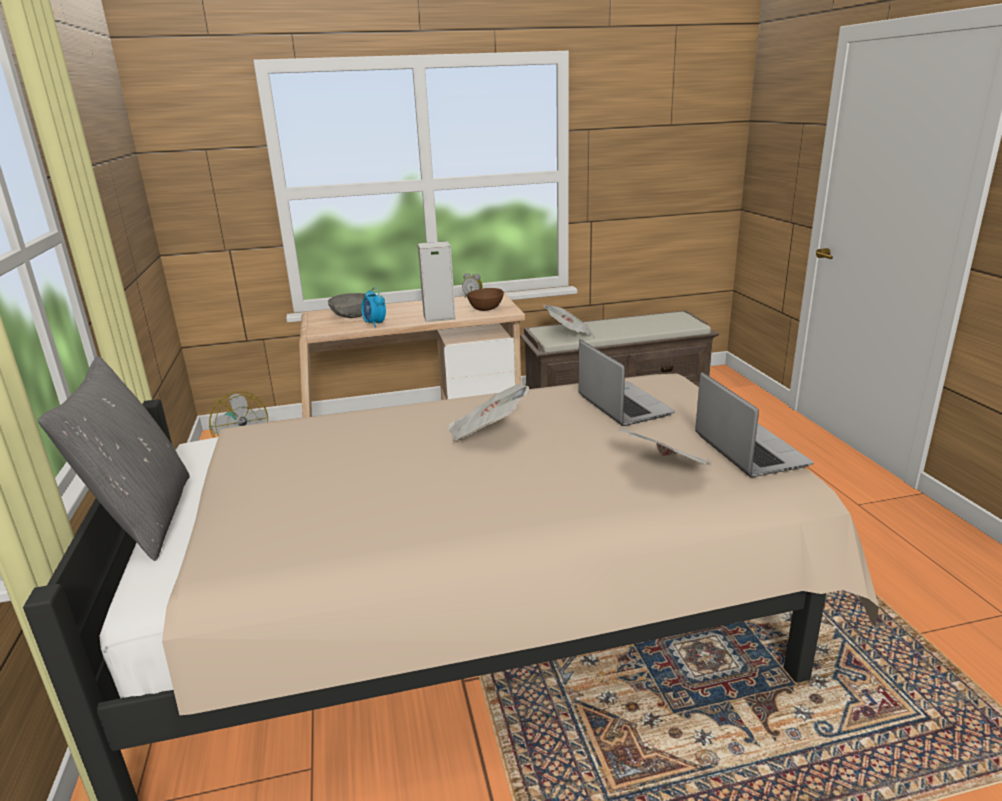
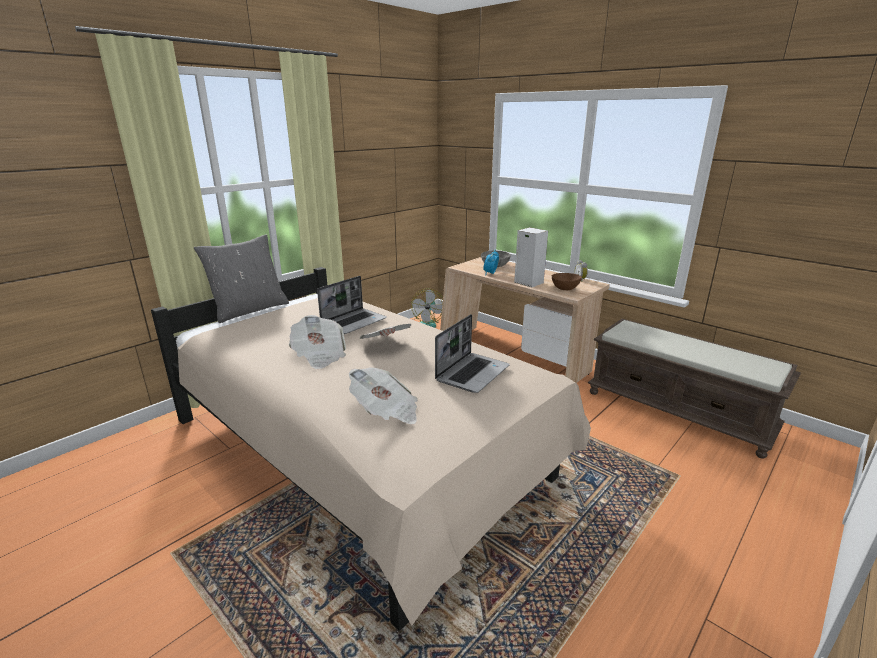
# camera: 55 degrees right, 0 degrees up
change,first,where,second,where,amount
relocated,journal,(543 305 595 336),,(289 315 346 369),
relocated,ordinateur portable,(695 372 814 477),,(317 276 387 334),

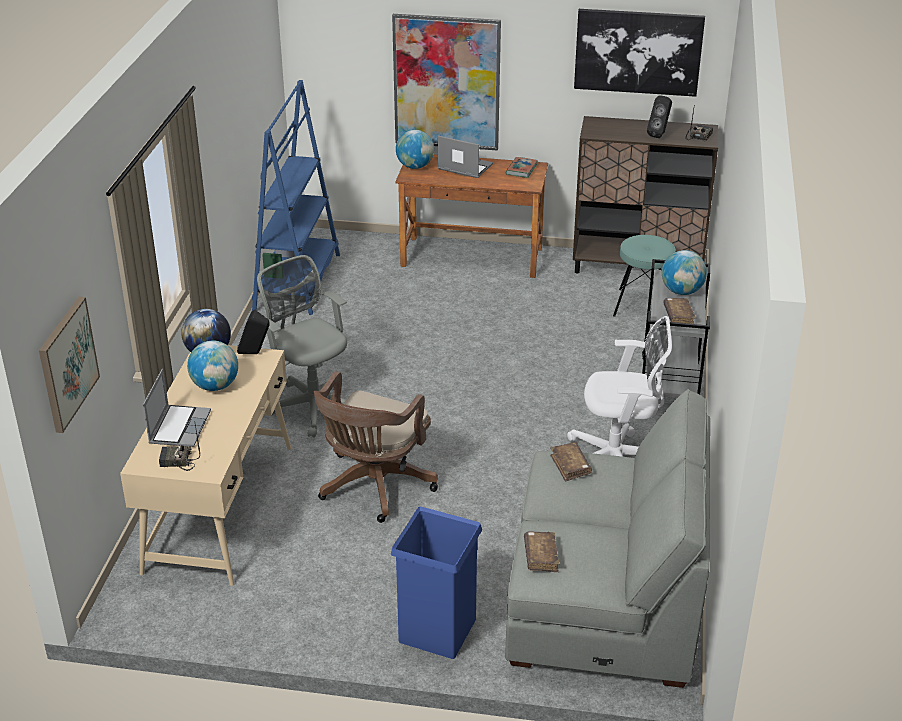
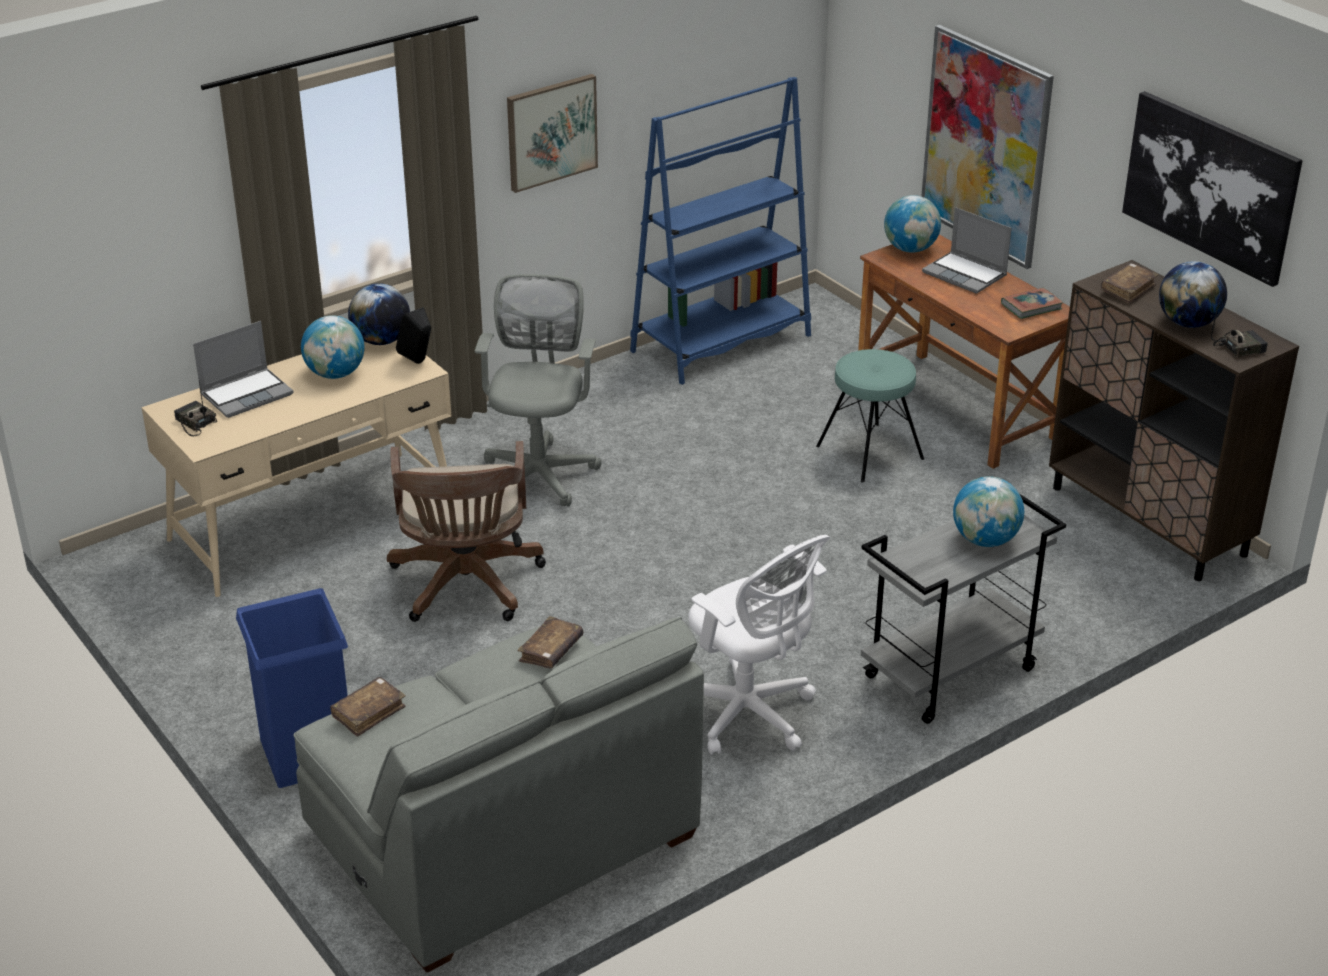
# camera: 45 degrees right, 0 degrees up
change,first,where,second,where,amount
relocated,tableau,(39 297 100 433),,(507 74 598 193),
spun,chaise de bureau/marron,(314 371 438 523),,(387 441 546 622),75 degrees counterclockwise
spun,ordinateur portable,(438 136 493 178),,(922 207 1012 294),150 degrees clockwise
relocated,tabouret/turquoise,(613 235 676 317),,(816 349 924 482),
exchanged,enceinte/noir,(647 95 672 138),globe,(1159 261 1227 328),
relocated,livre/marron,(663 298 696 324),,(1101 263 1158 304),

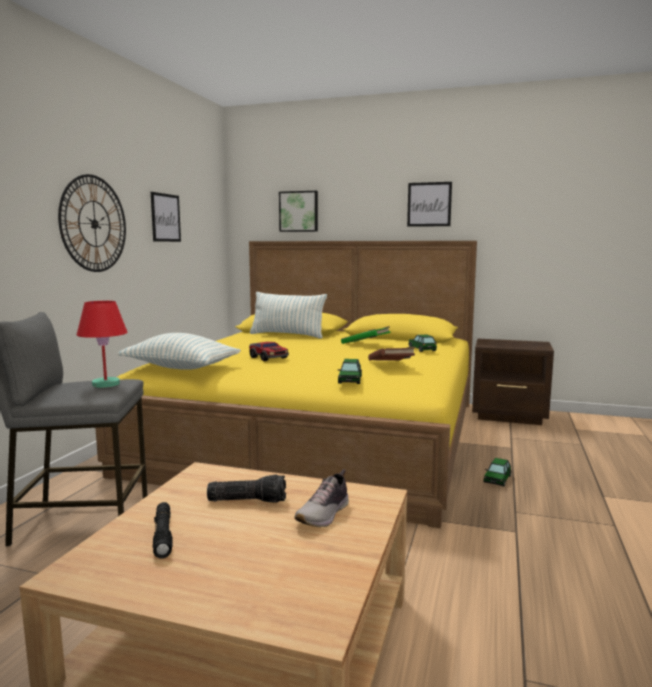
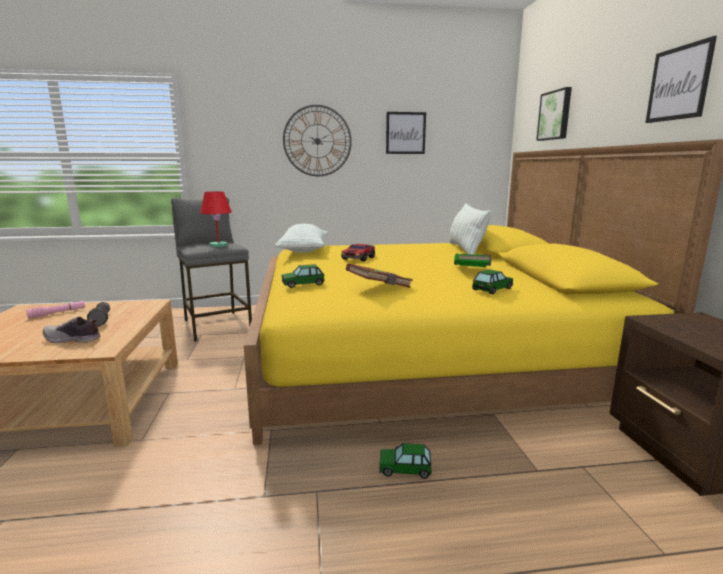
# camera: 65 degrees right, 5 degrees up
change,first,where,second,where,amount
colour,lampe de poche/noir,(153 502 173 559),lampe de poche/rose,(26 301 85 318),

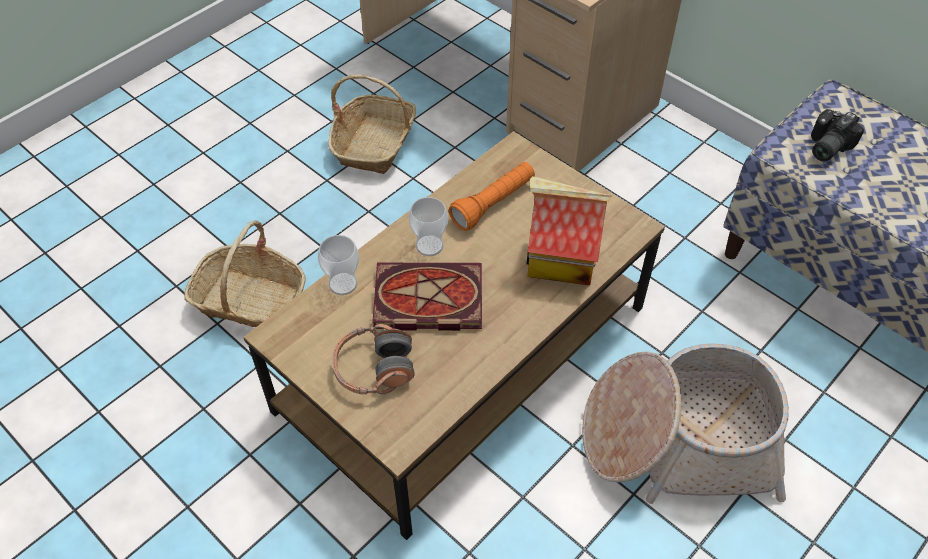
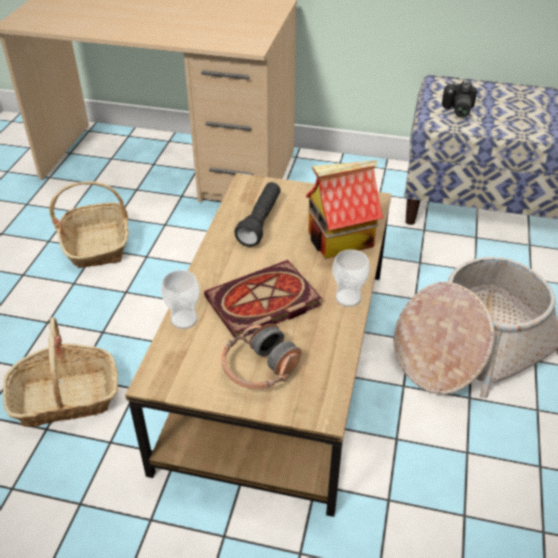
# camera: 30 degrees left, 10 degrees down
change,first,where,second,where,amount
relocated,tasse,(409 197 448 256),,(333 249 370 307),
colour,lampe de poche/orange,(449 162 535 231),lampe de poche/noir,(234 182 281 247),

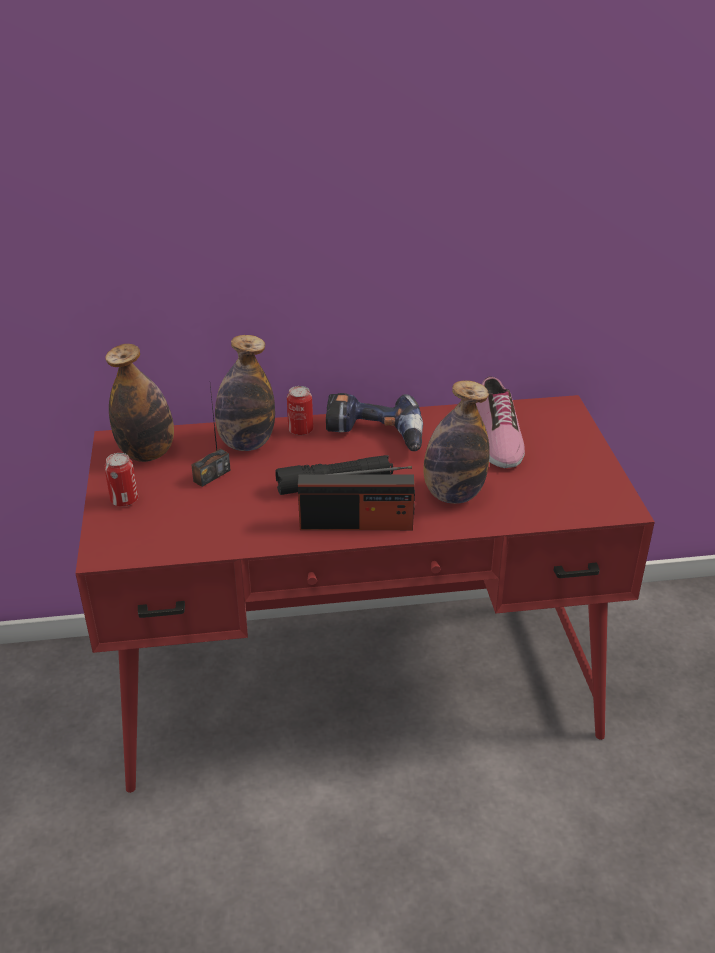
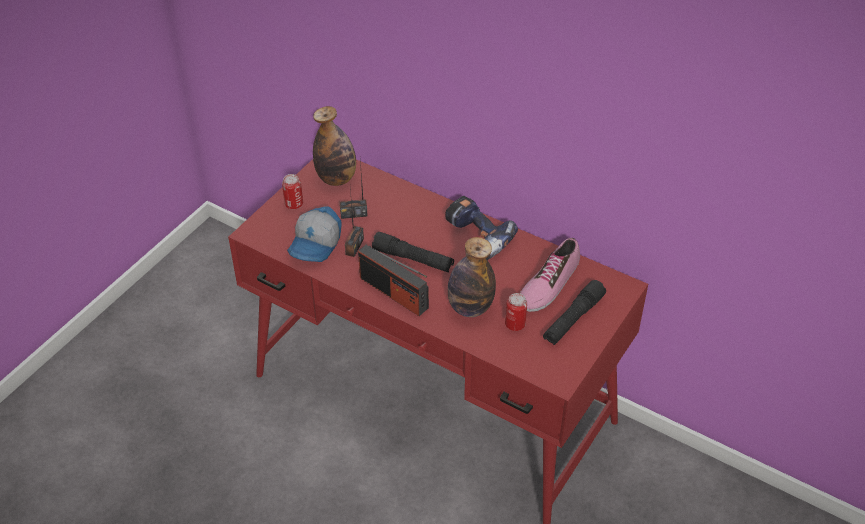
# camera: 40 degrees right, 10 degrees up
change,first,where,second,where,amount
missing,bouteille,(215 335 275 451),,,
relocated,boîte métallique,(287 386 313 436),,(505 293 527 331),
appeared,,,casquette,(287 206 342 262),
appeared,,,radio,(345 188 364 257),
appeared,,,lampe de poche/noir,(543 280 606 345),

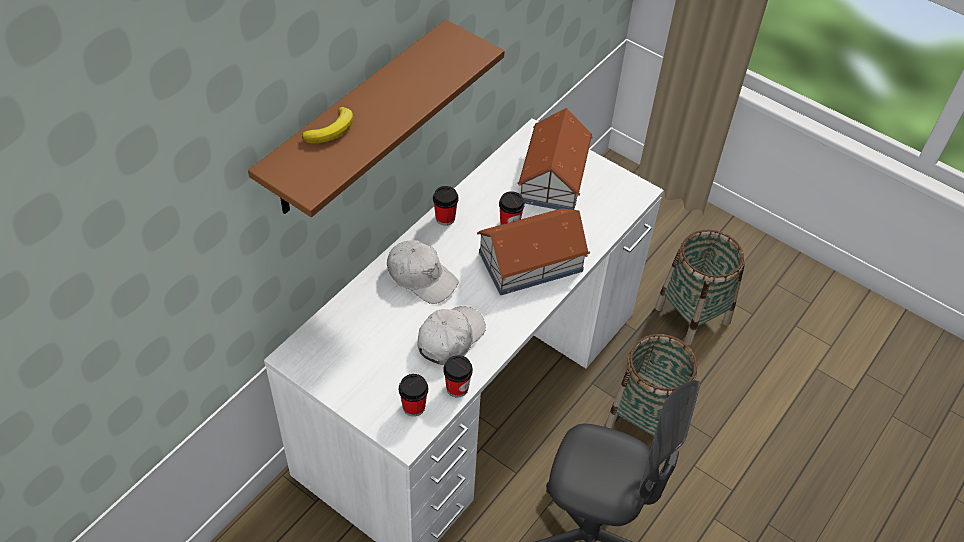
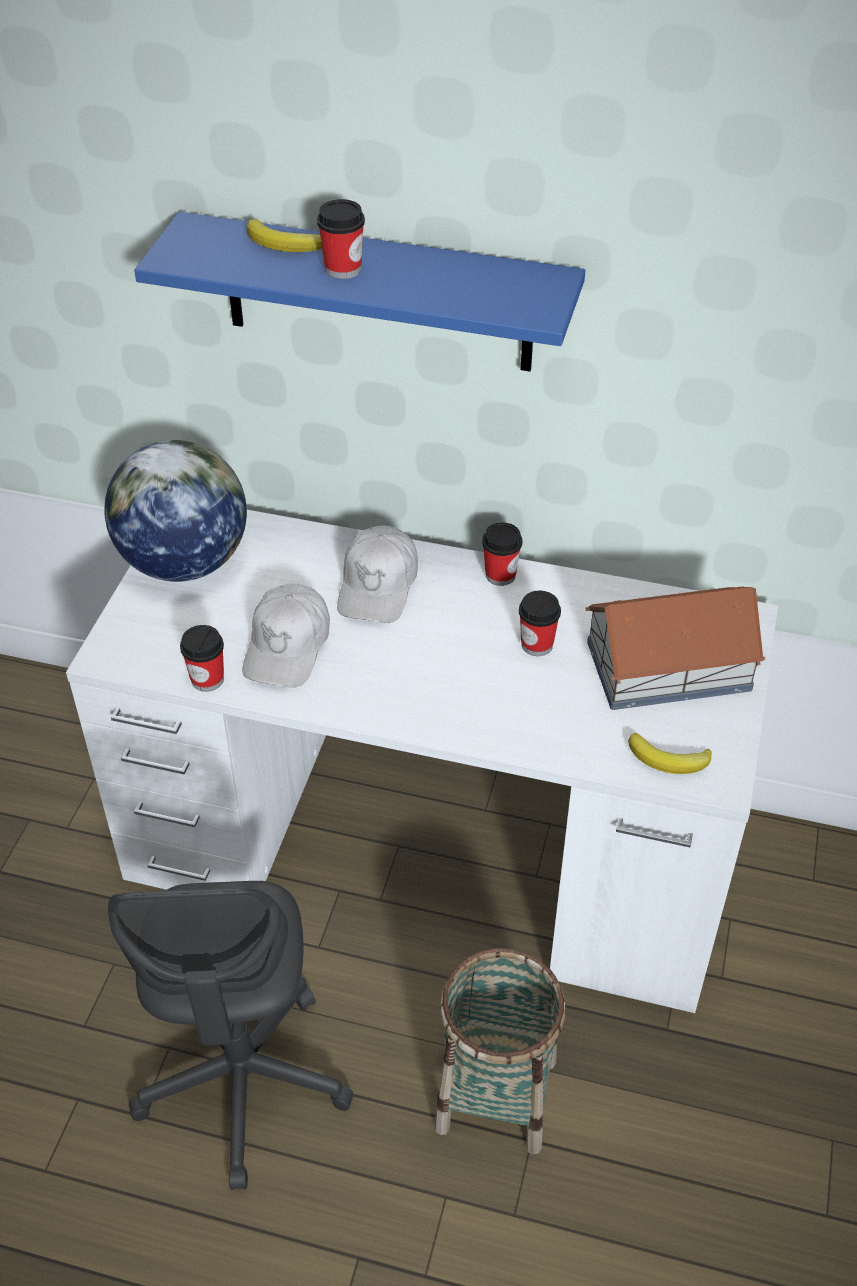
# camera: 70 degrees right, 5 degrees down
change,first,where,second,where,amount
colour,étagère/marron,(248 20 505 217),étagère/bleu,(134 212 585 371),
relocated,tasse,(399 374 428 417),,(317 199 365 279),
spun,casquette/blanc,(418 306 486 365),,(243 584 330 688),90 degrees clockwise
missing,maison miniature,(477 208 590 295),,,
missing,panier,(655 229 745 345),,,
appeared,,,globe,(104 440 247 582),
appeared,,,banane,(628 733 711 774),

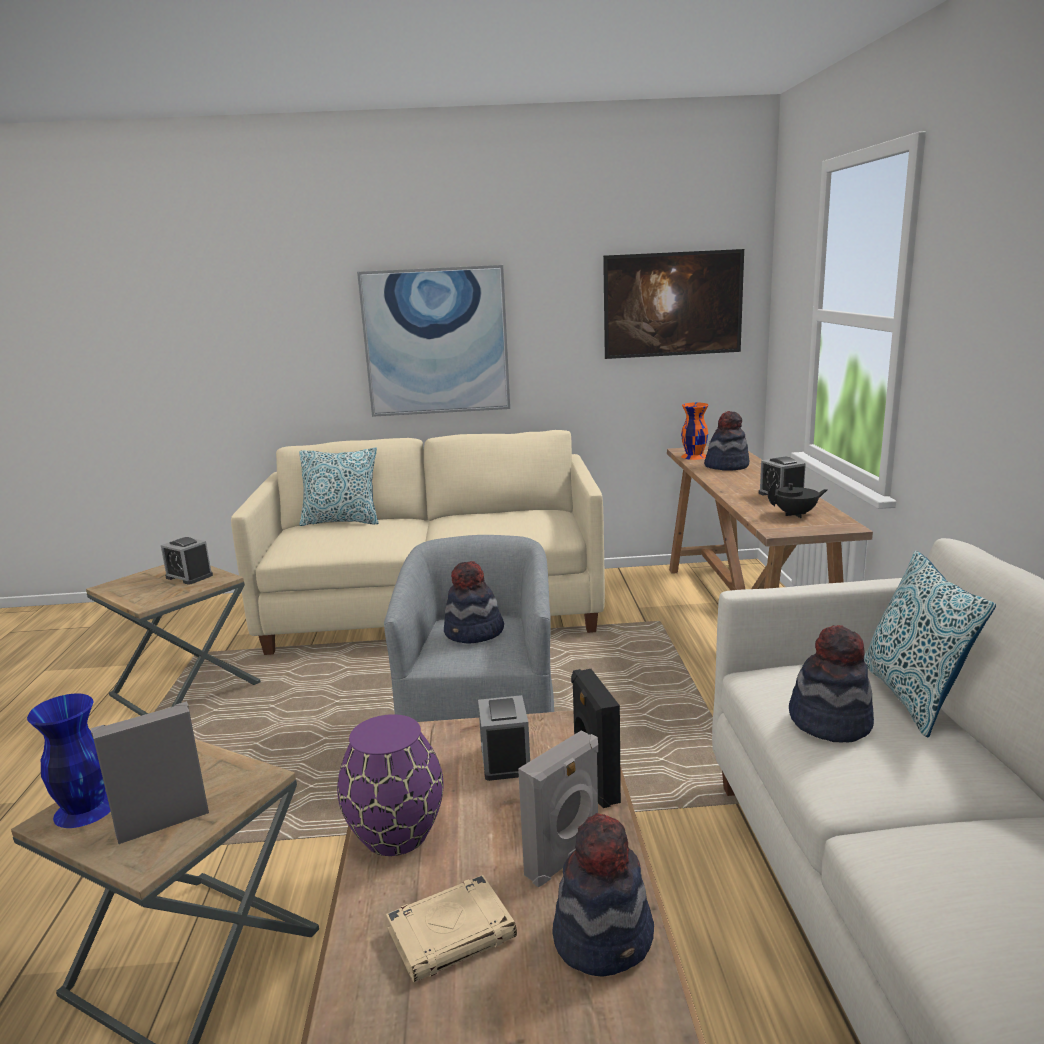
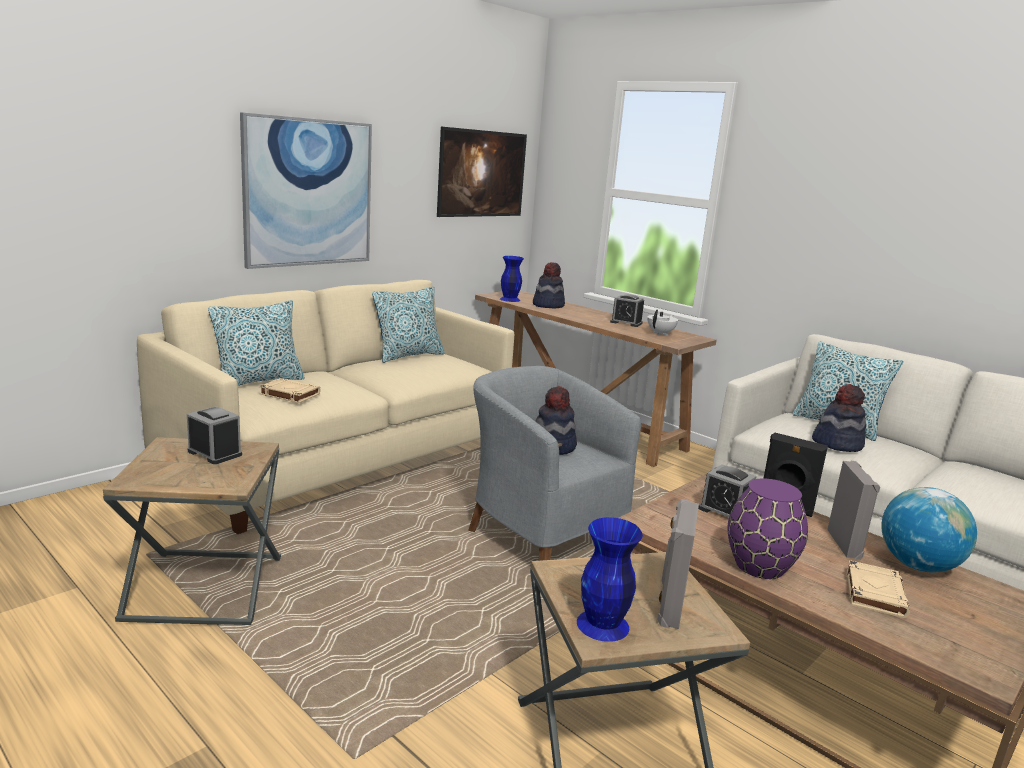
# camera: 45 degrees left, 0 degrees up
change,first,where,second,where,amount
spun,réveil,(161 537 213 585),,(187 406 242 464),135 degrees counterclockwise
exchanged,chapeau,(552 813 654 976),globe,(881 487 977 573),
colour,vase/orange,(681 402 709 460),vase/bleu,(500 256 524 302),
colour,théière/noir,(768 480 827 518),théière/blanc,(647 310 678 336),
appeared,,,livre/beige,(259 378 321 403),
appeared,,,coussin,(372 286 445 363),

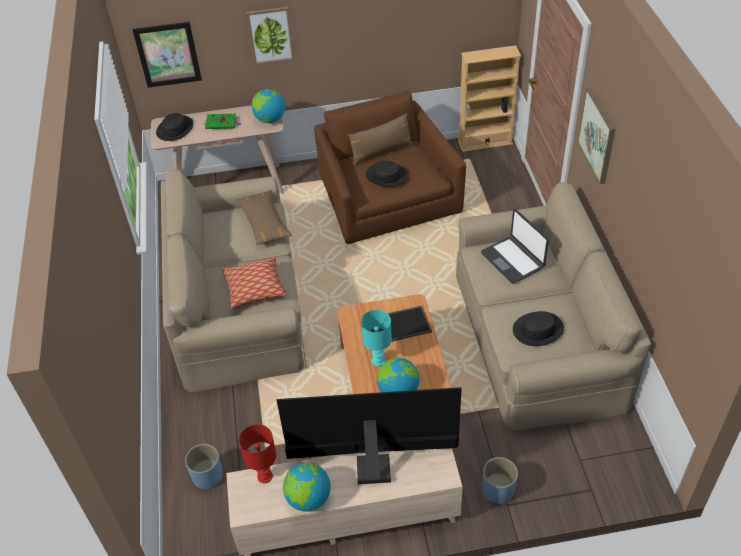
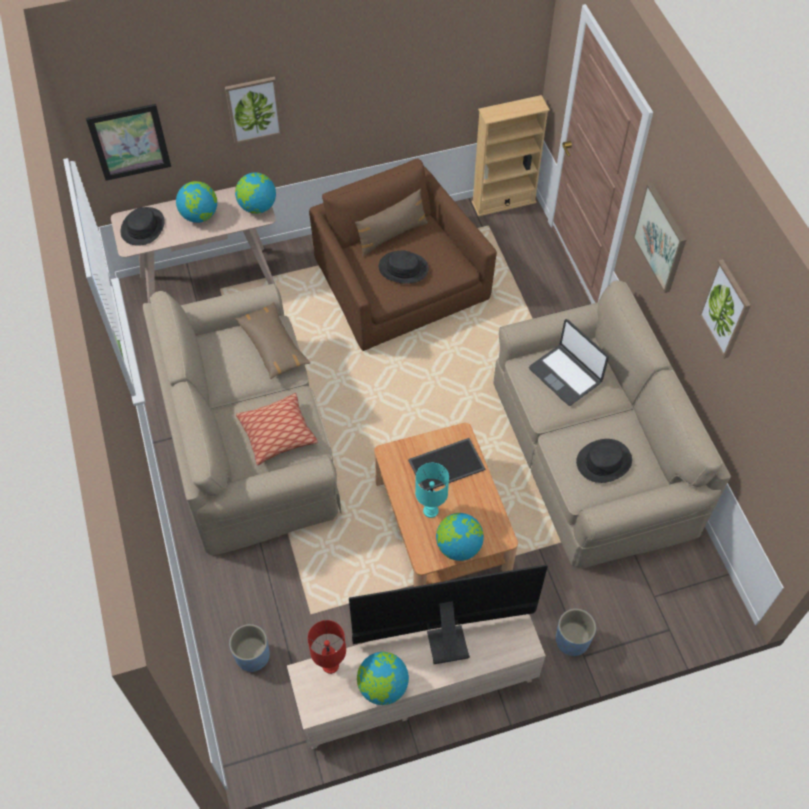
# camera: 10 degrees left, 10 degrees up
change,first,where,second,where,amount
exchanged,livre/vert,(205 114 242 129),globe,(176 181 217 223),
appeared,,,tableau,(699 259 751 359),

